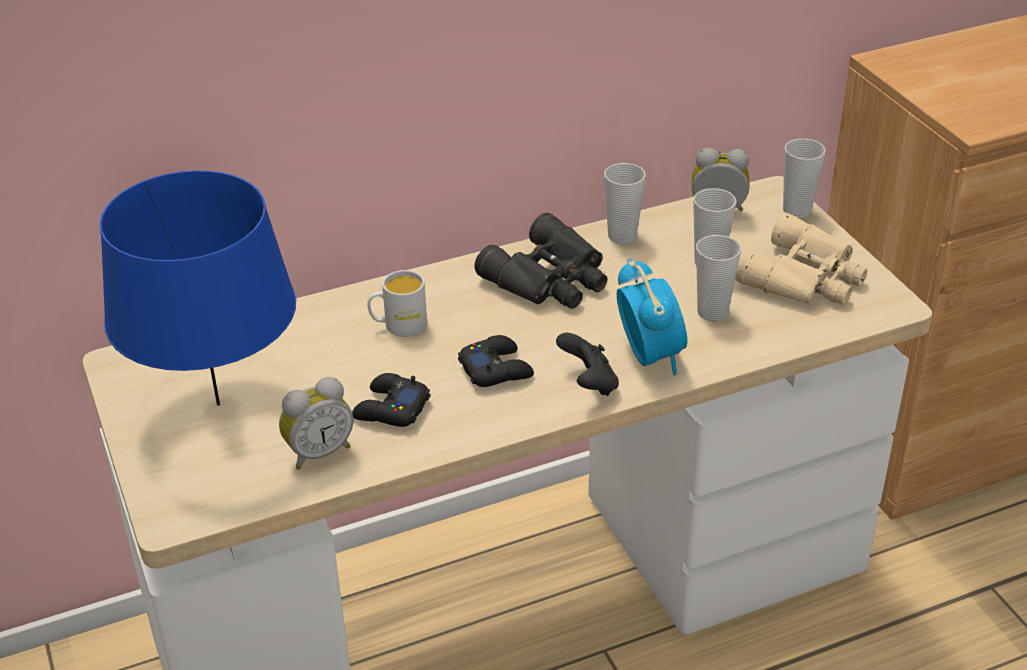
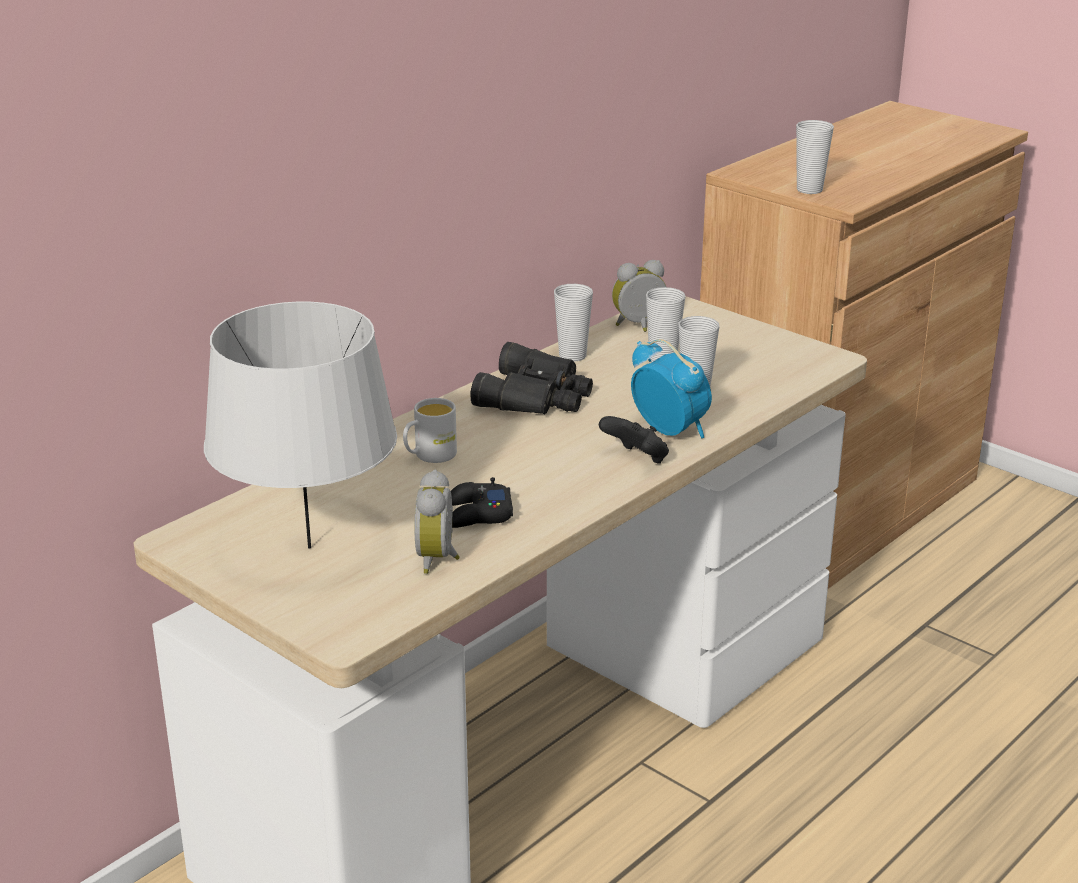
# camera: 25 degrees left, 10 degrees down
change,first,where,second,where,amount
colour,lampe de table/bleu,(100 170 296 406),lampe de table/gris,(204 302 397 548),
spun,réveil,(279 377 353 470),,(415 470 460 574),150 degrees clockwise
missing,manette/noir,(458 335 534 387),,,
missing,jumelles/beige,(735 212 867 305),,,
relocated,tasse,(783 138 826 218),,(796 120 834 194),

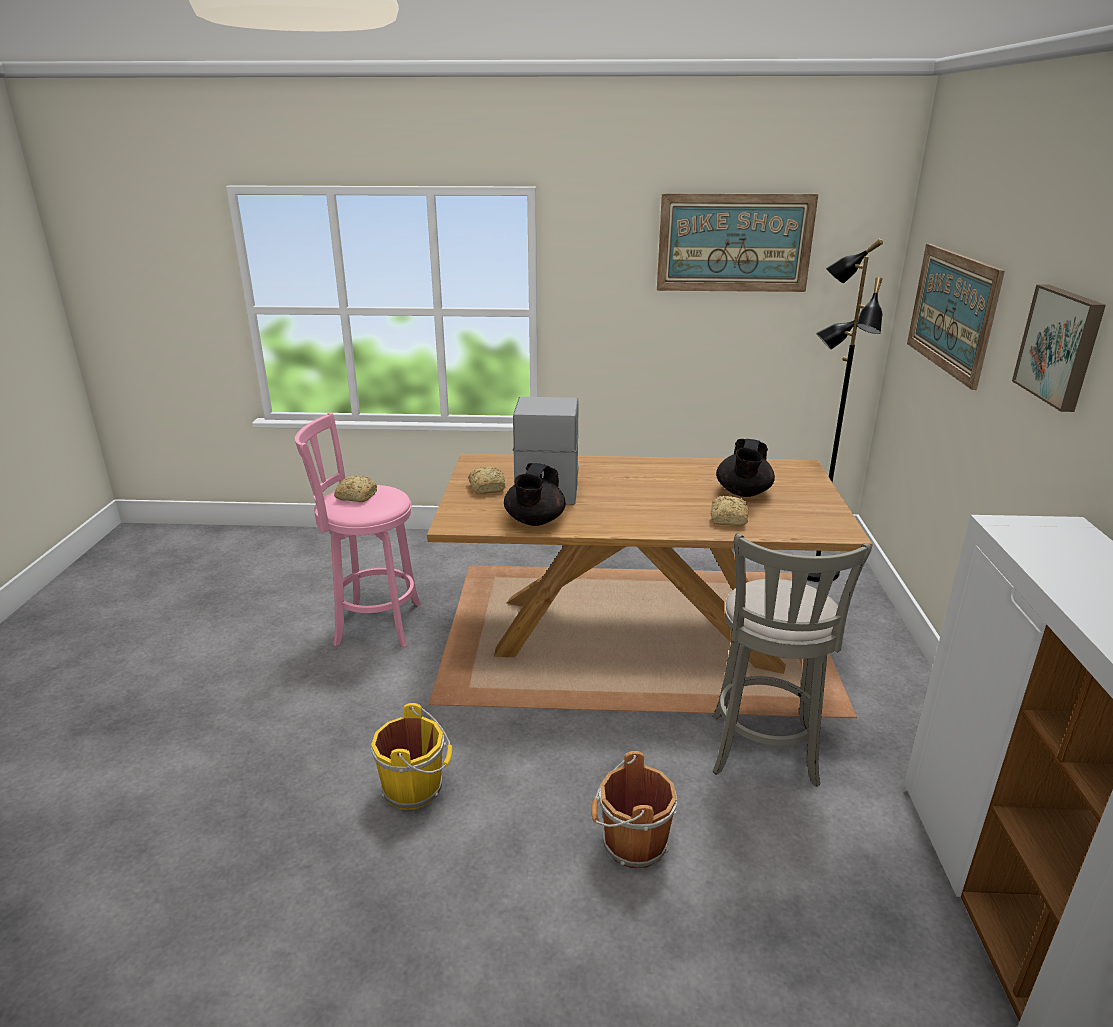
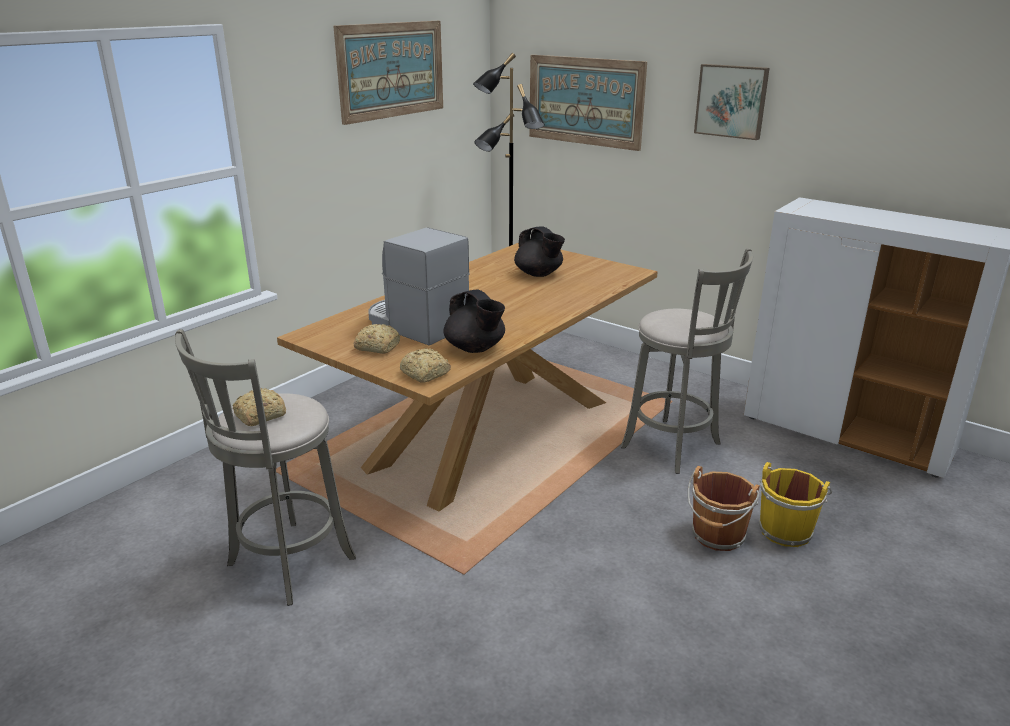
# camera: 55 degrees left, 0 degrees up
change,first,where,second,where,amount
colour,tabouret/rose,(295 412 421 648),tabouret/gris,(175 329 356 606),
relocated,seau/jaune,(371 703 452 809),,(759 462 832 547),
relocated,pain,(711 496 748 526),,(400 348 451 383),

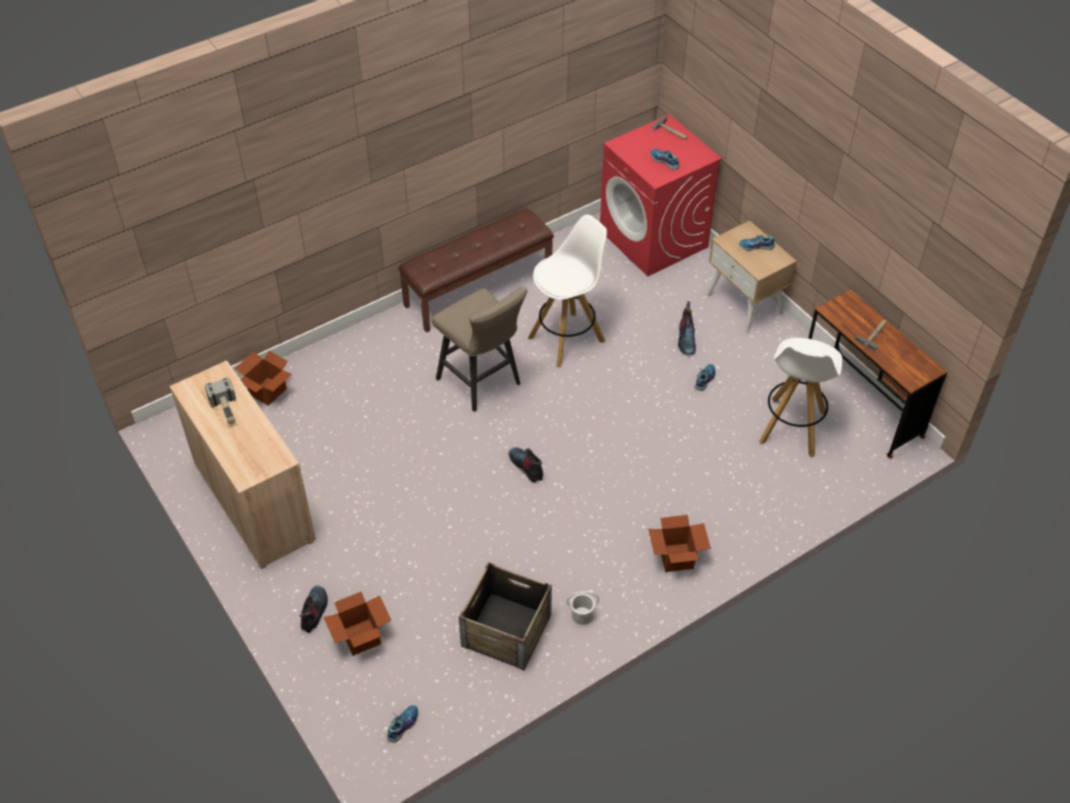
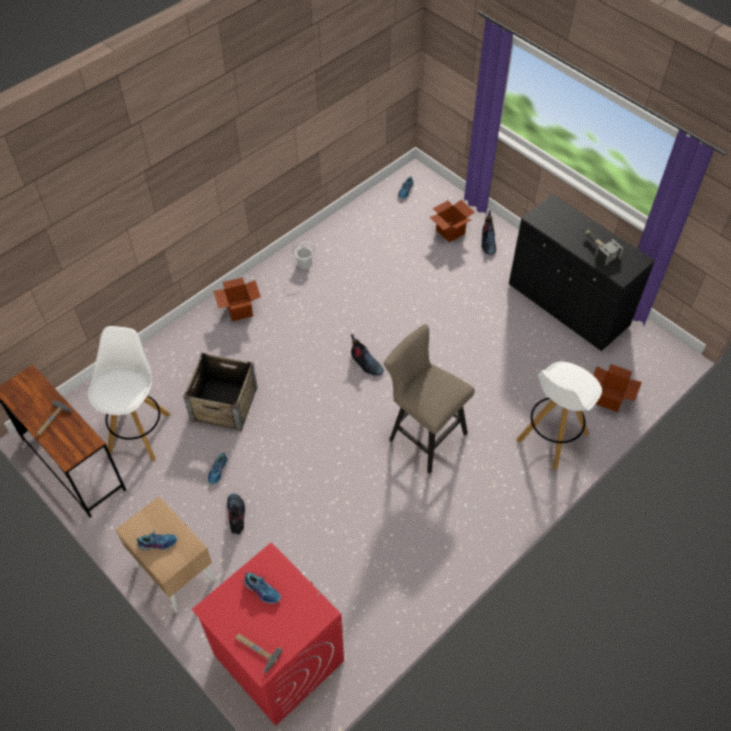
# camera: 170 degrees right, 5 degrees up
change,first,where,second,where,amount
colour,meuble de rangement/beige,(169 360 316 569),meuble de rangement/noir,(509 194 655 351),
missing,banc/marron,(398 209 554 333),,,
relocated,caisse,(459 562 552 670),,(183 353 258 431),
relocated,tabouret/blanc,(528 214 607 368),,(517 362 602 469),

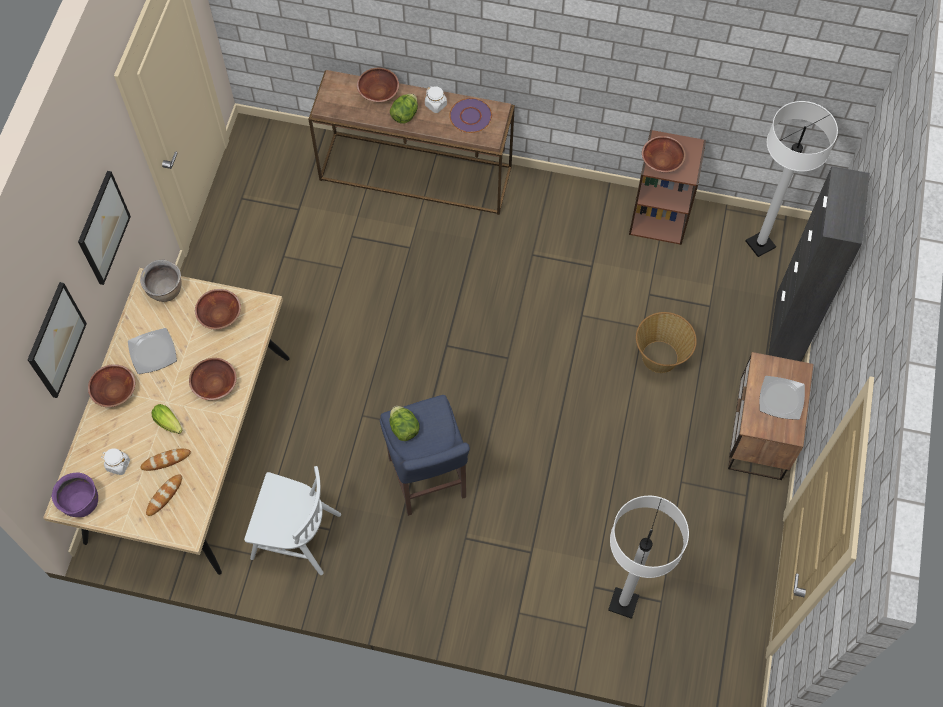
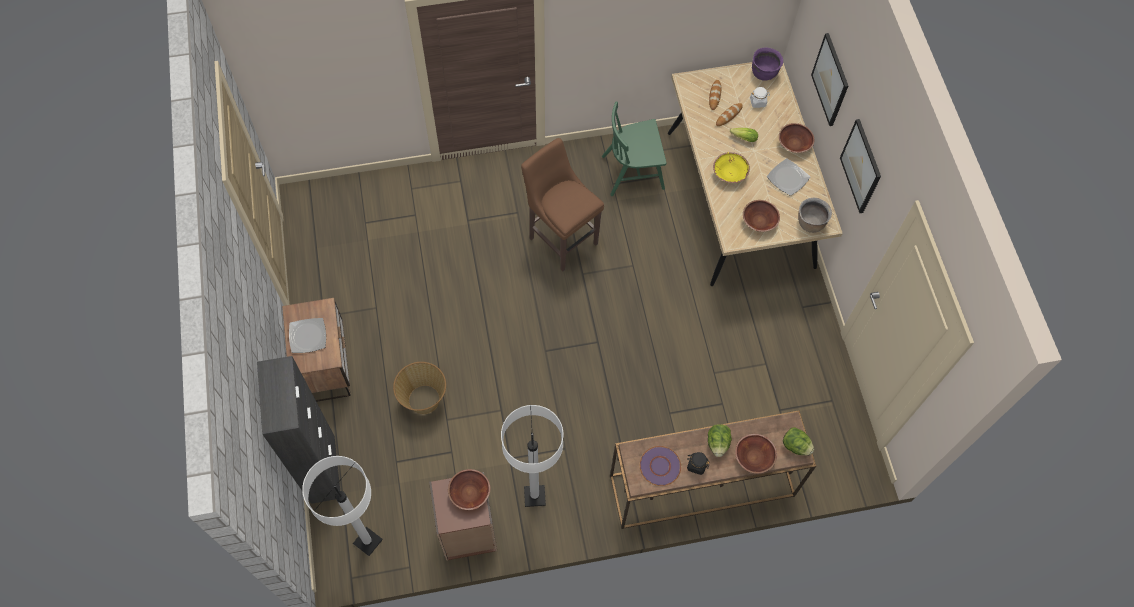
# camera: 155 degrees right, 0 degrees up
change,first,where,second,where,amount
colour,bol/marron,(189 358 236 400),bol/jaune,(713 152 750 183),
colour,chaise/blanc,(244 466 341 575),chaise/vert,(602 102 667 196),
colour,tabouret/bleu,(380 395 470 516),tabouret/marron,(521 138 604 272),
relocated,laitue,(389 406 420 441),,(783 427 814 456),
colour,bocal/blanc,(425 86 447 113),bocal/noir,(687 452 709 475),
relocated,lampadaire/blanc,(608 496 689 619),,(501 405 563 507),

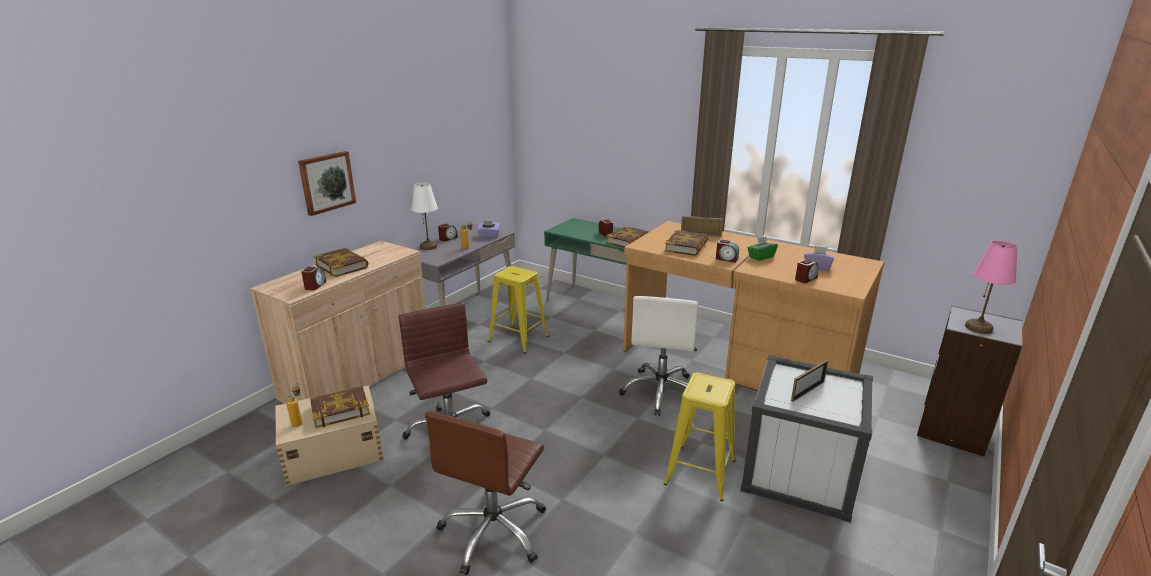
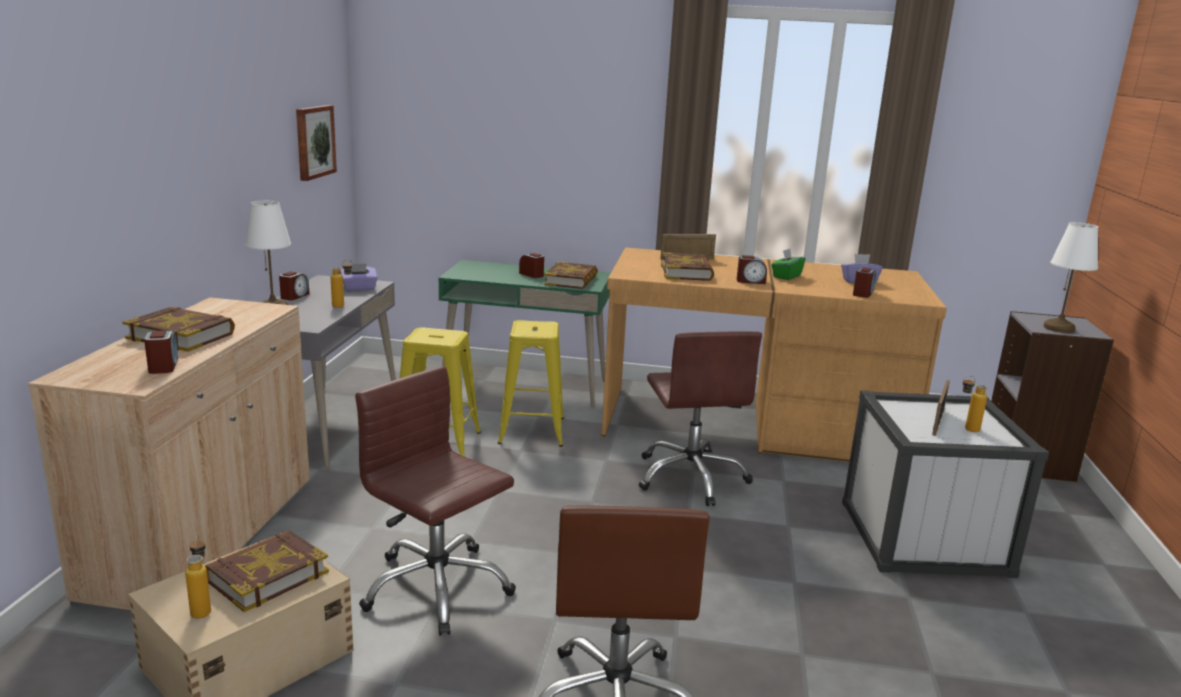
# camera: 25 degrees left, 5 degrees down
change,first,where,second,where,amount
relocated,tableau,(298 151 356 216),,(296 105 337 181),
colour,chaise de bureau/blanc,(619 296 698 416),chaise de bureau/marron,(639 331 762 506),
relocated,tabouret/jaune,(664 373 736 501),,(498 320 564 447),
colour,lampe de table/rose,(965 241 1018 334),lampe de table/blanc,(1043 222 1098 333),
appeared,,,bouteille,(963 375 987 432),

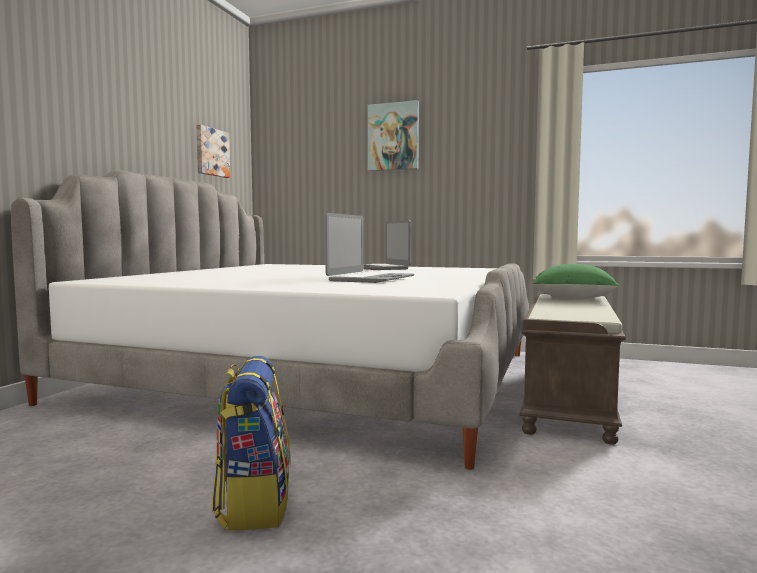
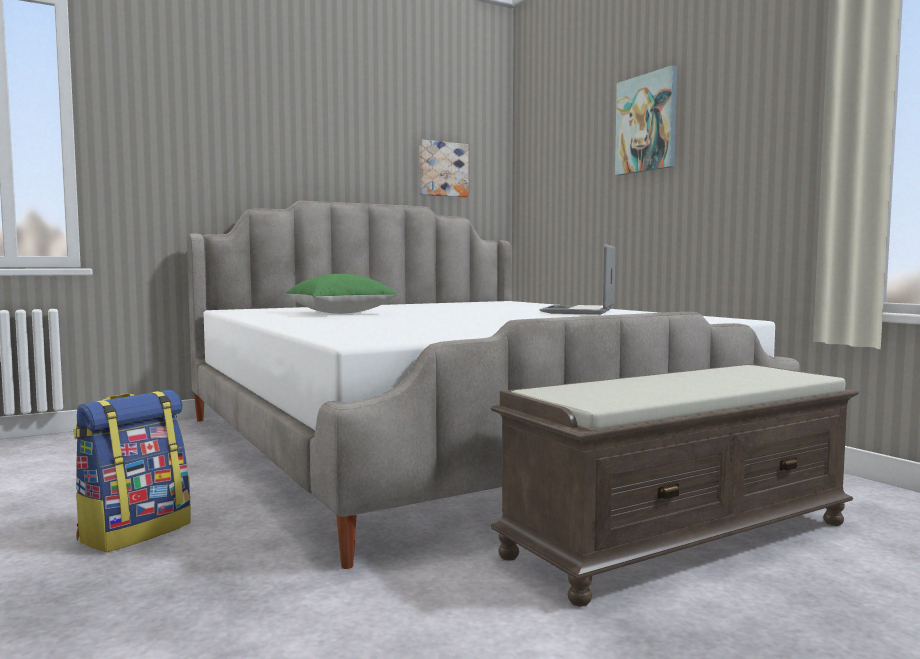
# camera: 40 degrees right, 0 degrees up
change,first,where,second,where,amount
missing,ordinateur portable,(325 213 415 283),,,
relocated,coussin/vert,(532 264 620 299),,(285 274 399 314),

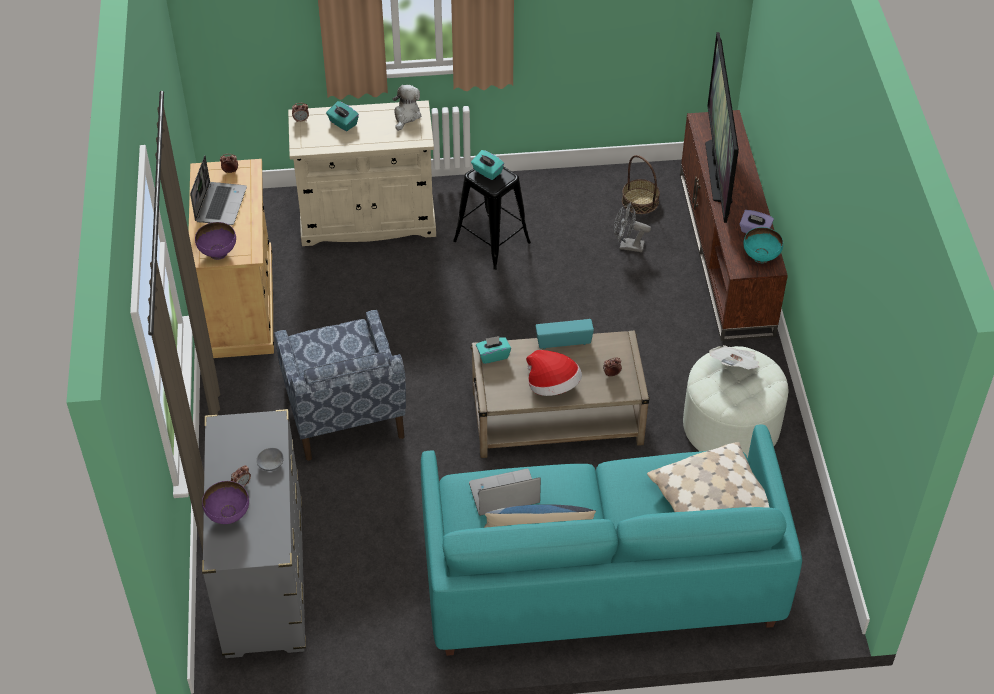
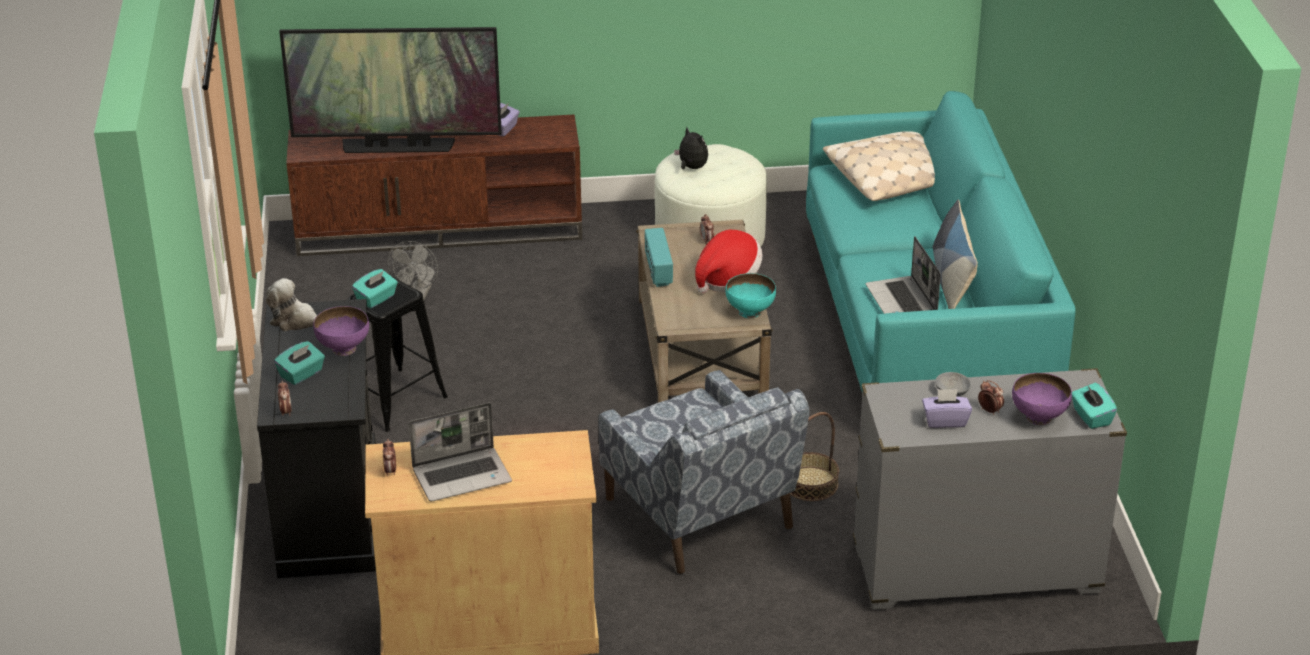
# camera: 90 degrees left, 15 degrees down
change,first,where,second,where,amount
spun,ordinateur portable,(190 156 247 225),,(409 402 512 502),150 degrees clockwise
relocated,bol/violet,(195 222 236 260),,(313 306 369 356),
spun,fauteuil/bleu,(274 310 406 461),,(599 370 810 574),75 degrees clockwise
colour,meuble de rangement/beige,(288 100 436 246),meuble de rangement/noir,(257 299 376 578),
relocated,boîte à mouchoirs/turquoise,(476 336 511 364),,(1072 383 1117 429),
relocated,panier,(622 155 660 214),,(790 412 839 501),
exchanged,journal,(709 345 759 369),peluche,(674 127 708 169),
relocated,bol/turquoise,(744 227 783 263),,(725 273 776 318),
appeared,,,boîte à mouchoirs/violet,(922 389 972 428),

